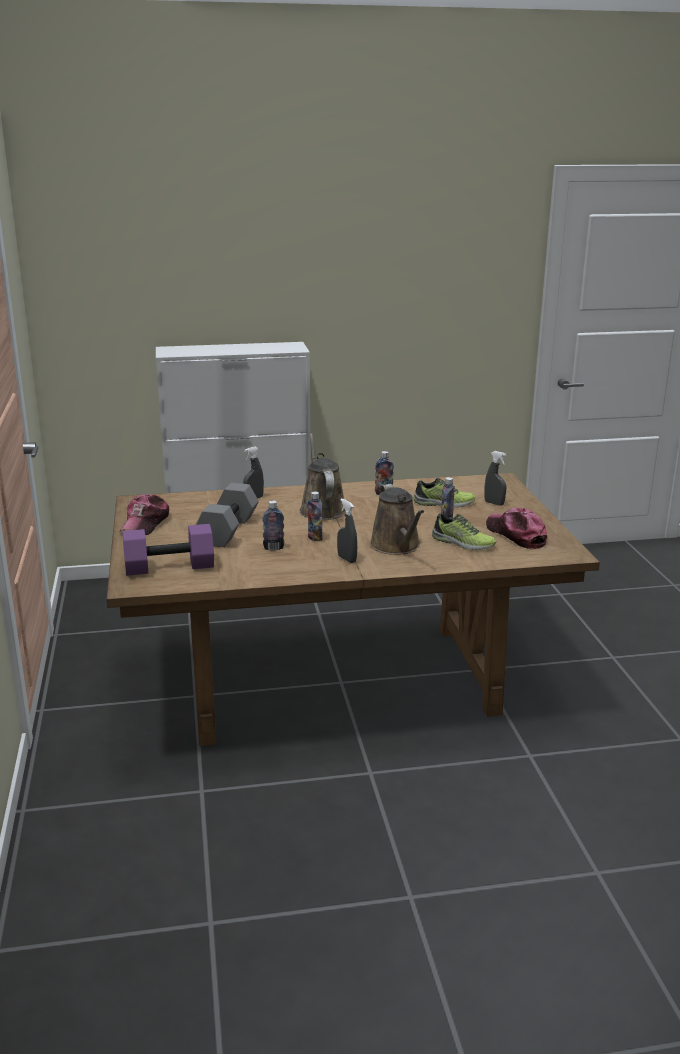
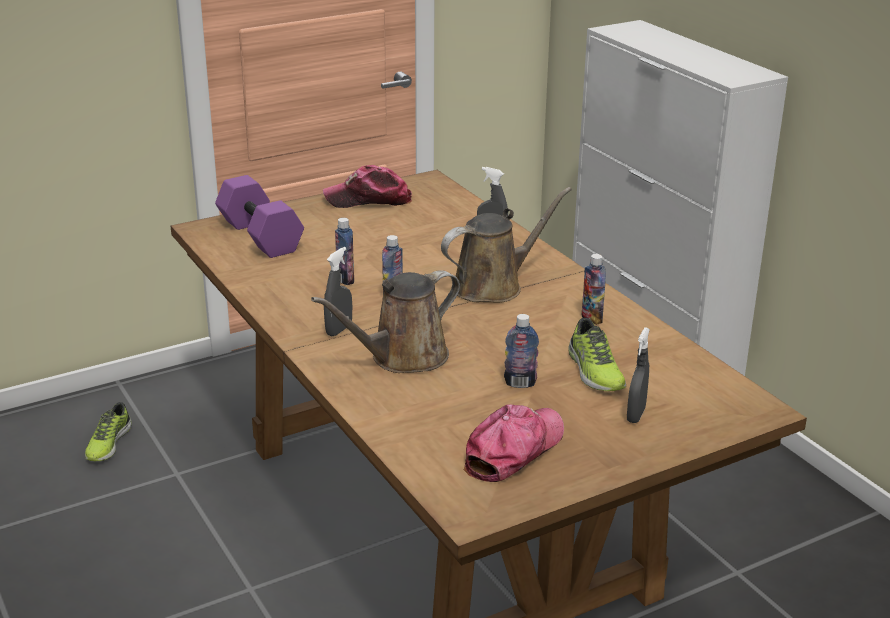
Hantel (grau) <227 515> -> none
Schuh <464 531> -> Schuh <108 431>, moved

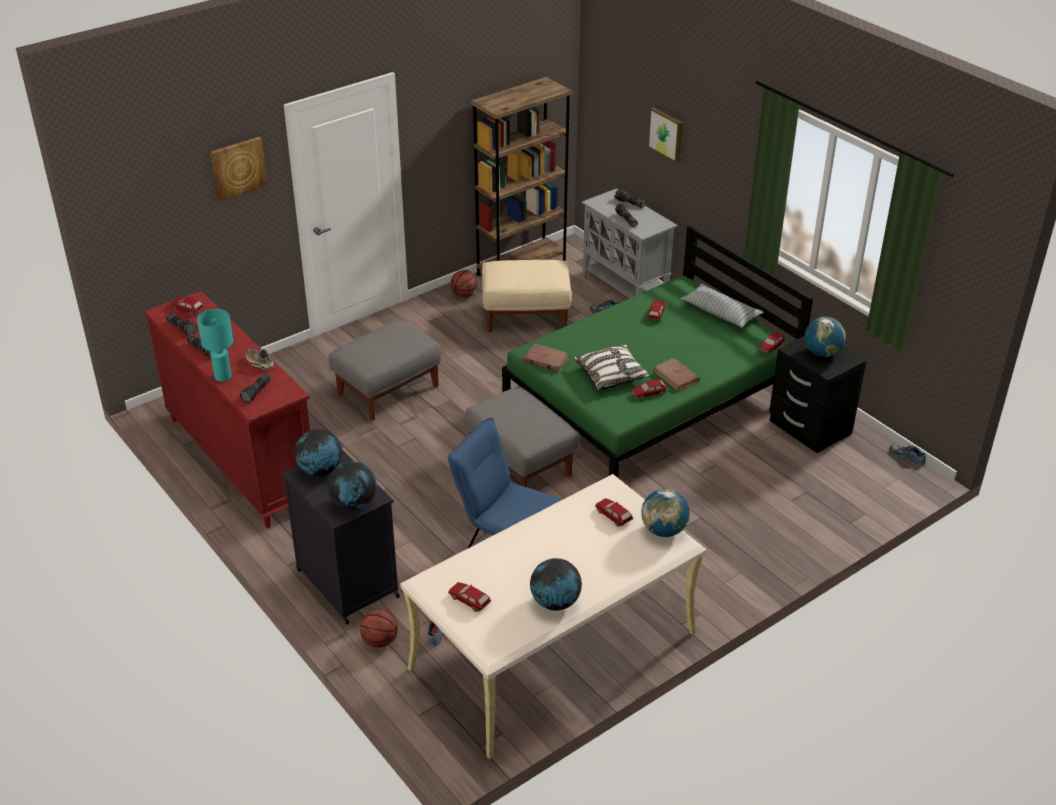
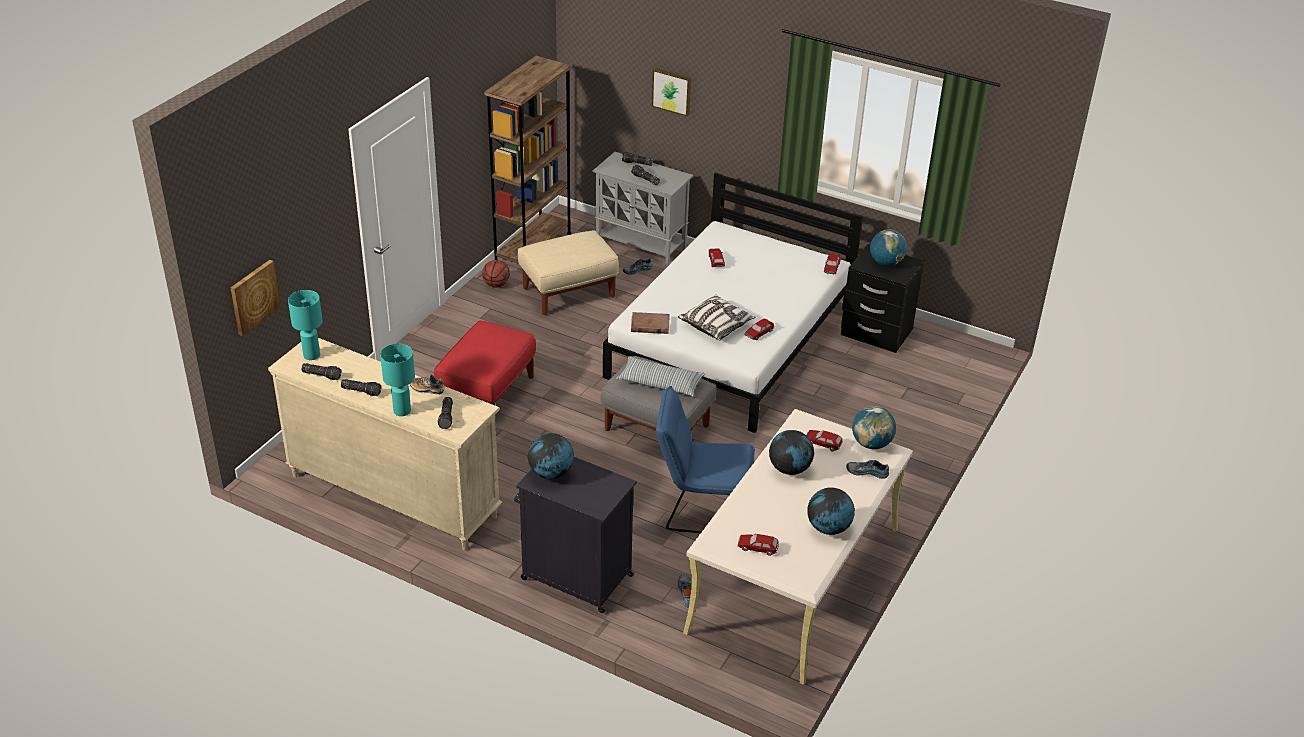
Bild <239 169> -> Bild <256 298>, moved
Bett (grün) <657 351> -> Bett (weiß) <733 302>
Kissen <722 306> -> Kissen <660 376>, moved
Kommode (rot) <227 409> -> Kommode (beige) <385 444>
Spielzeugauto <187 306> -> Tischlampe (türkis) <305 325>
Polsterhocker (grau) <385 369> -> Polsterhocker (rot) <485 372>
Buch (braun) <676 374> -> none
Schuh <907 454> -> Schuh <868 469>, moved
Globus <352 486> -> Globus <791 452>, moved
Basketball <379 629> -> none

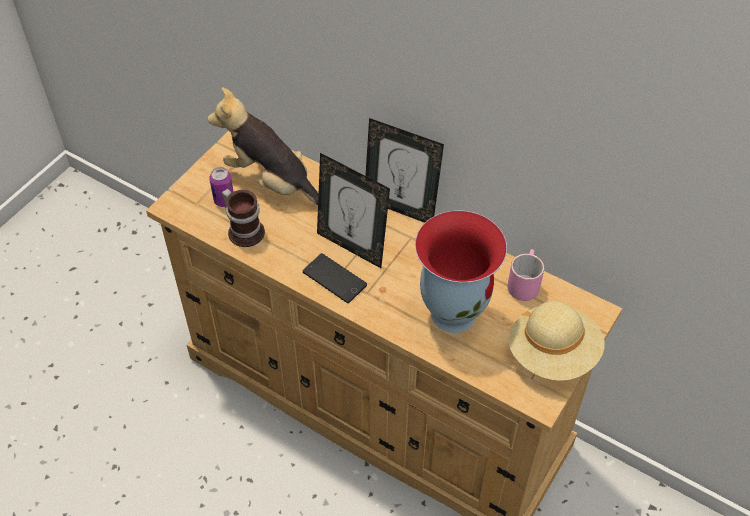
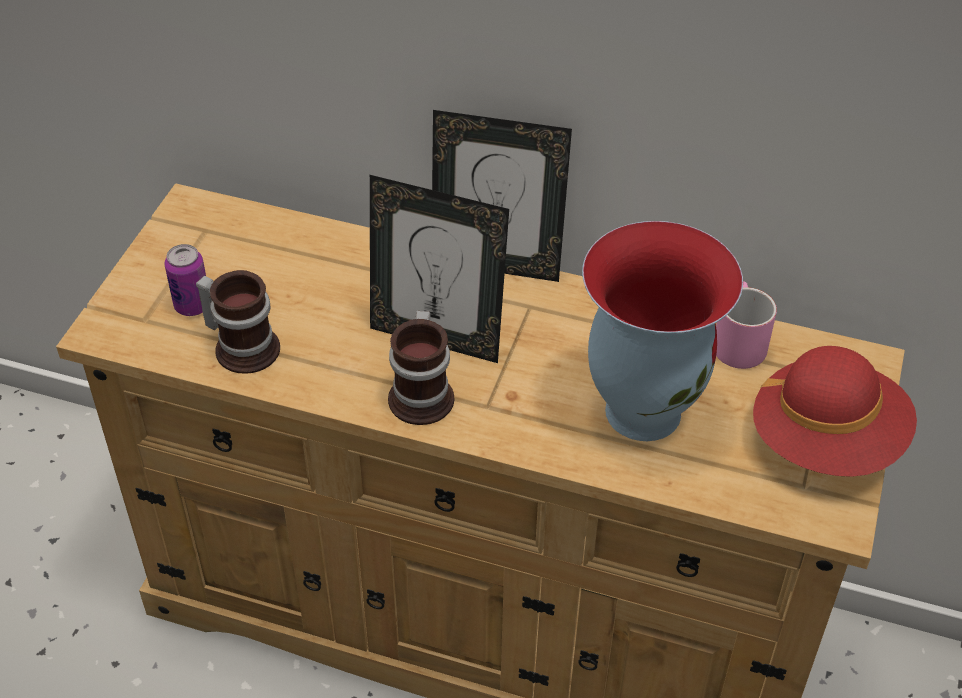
Plüschtier <262 146> -> none
Handy <335 278> -> Henkelbecher <421 368>
Hut (beige) <556 341> -> Hut (rot) <835 411>

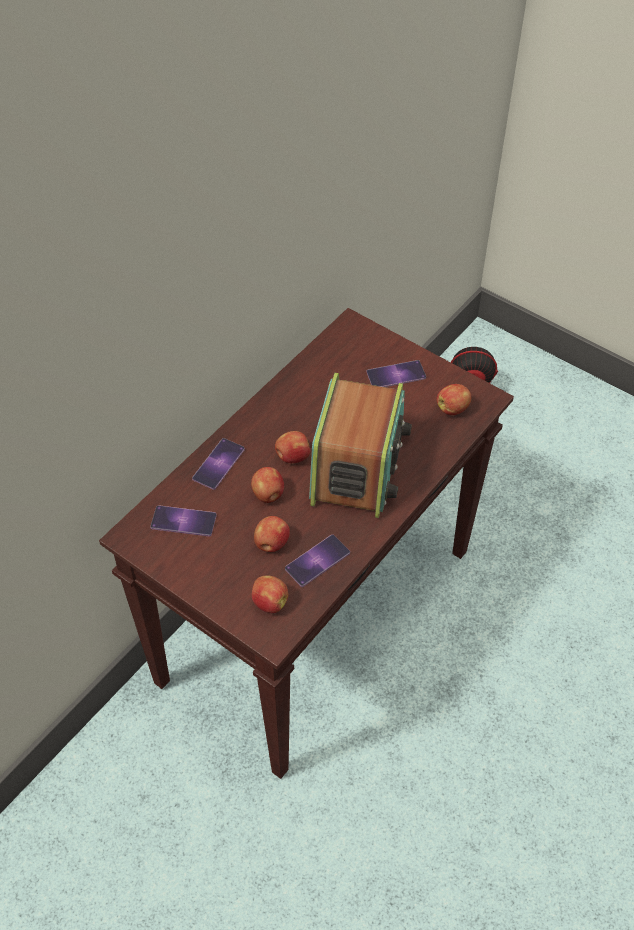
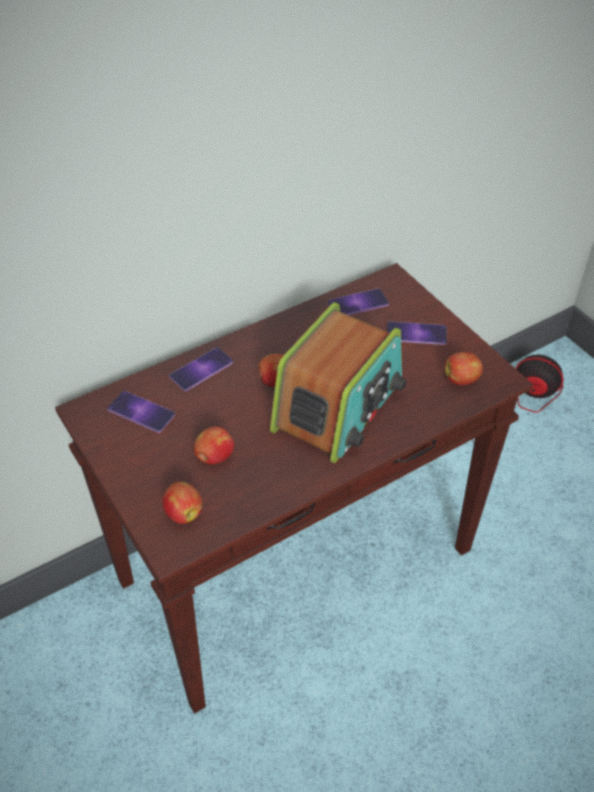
Apfel <267 485> -> none
Handy <317 561> -> Handy <358 301>, moved

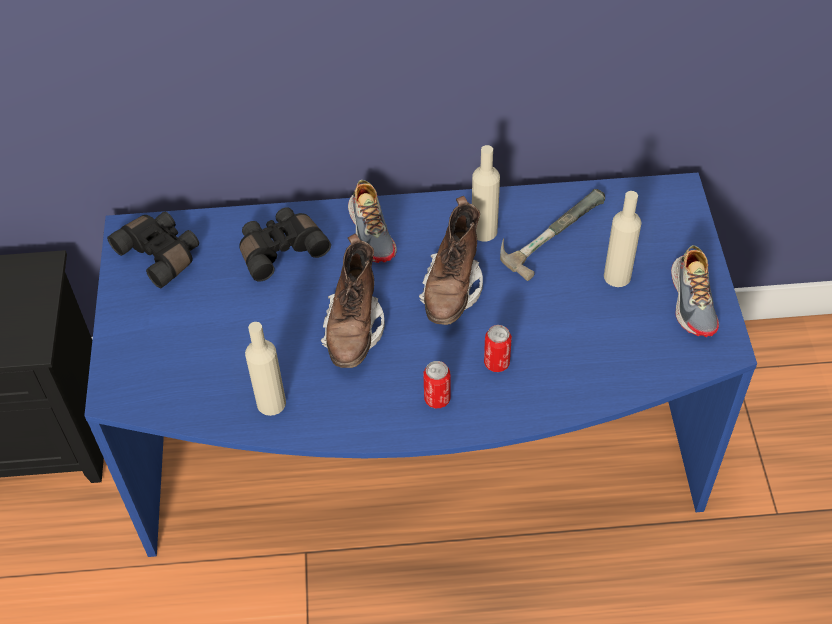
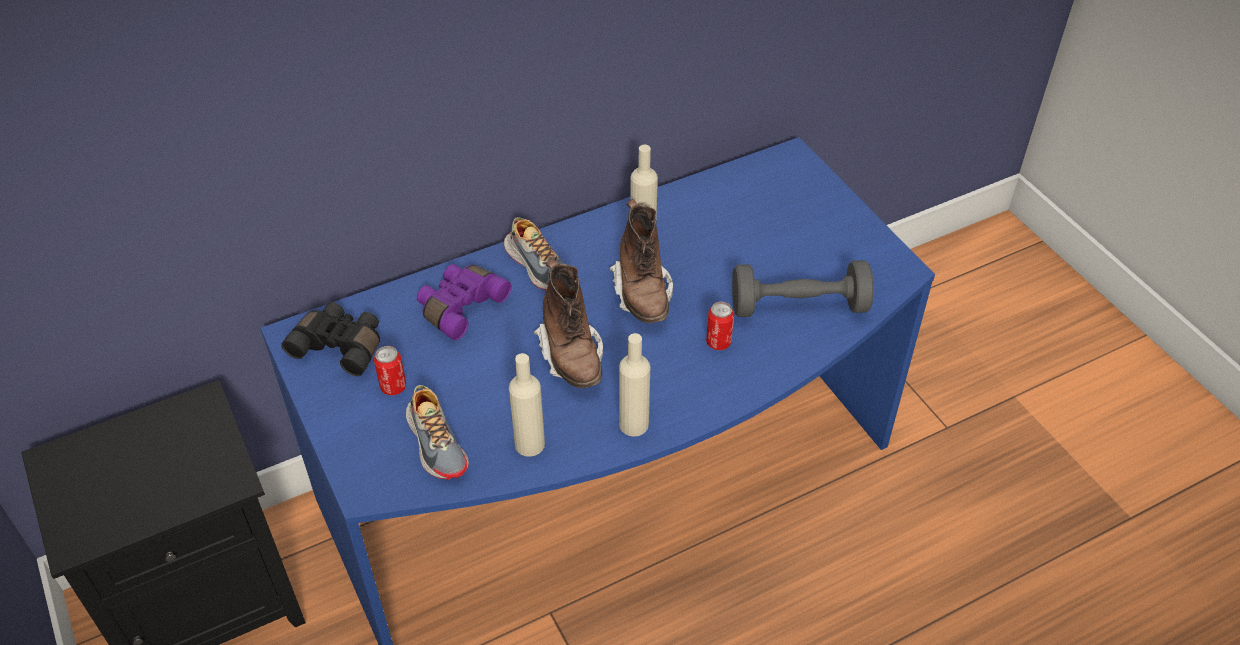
Hammer <552 235> -> none
Flasche (beige) <623 239> -> Flasche (beige) <634 385>, moved
Fernglas (schwarz) <285 244> -> Fernglas (lila) <464 302>
Schuh <695 291> -> Schuh <437 432>, moved
Dose <436 384> -> Dose <390 370>, moved
none -> Hantel (grau) <803 288>

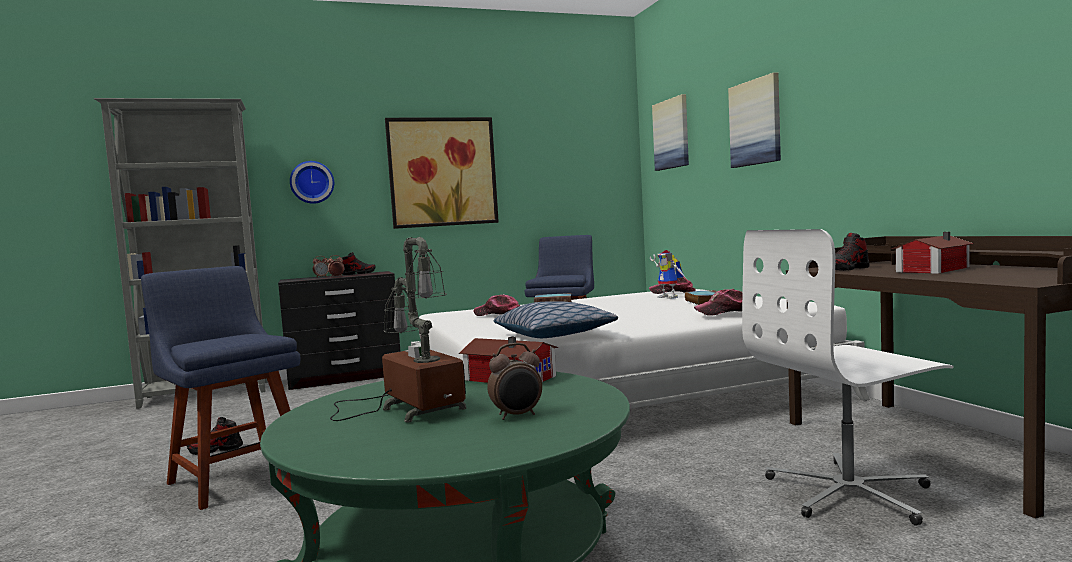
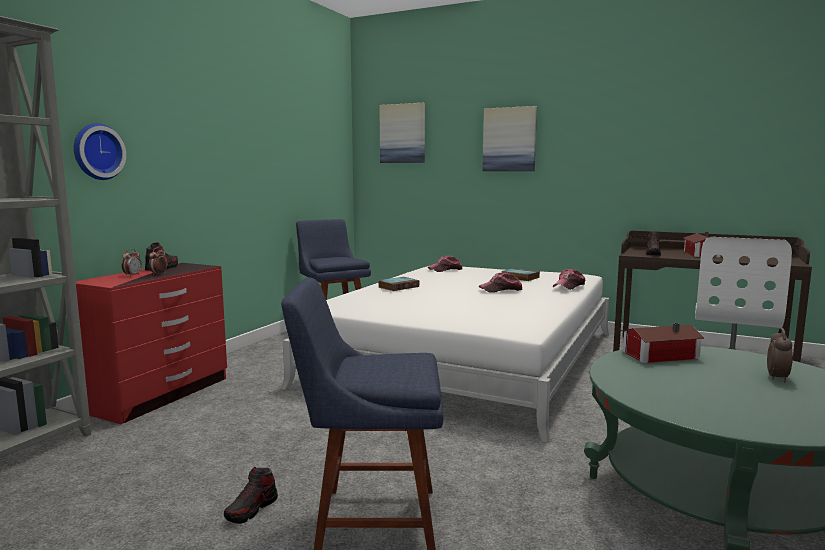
Bild <442 173> -> none
Tischlampe <398 330> -> none
Spielzeugroboter <668 274> -> none
Kommode (schwarz) <339 330> -> Kommode (rot) <151 343>
Kappe <497 305> -> Kappe <501 282>, moved
Kissen <556 319> -> none

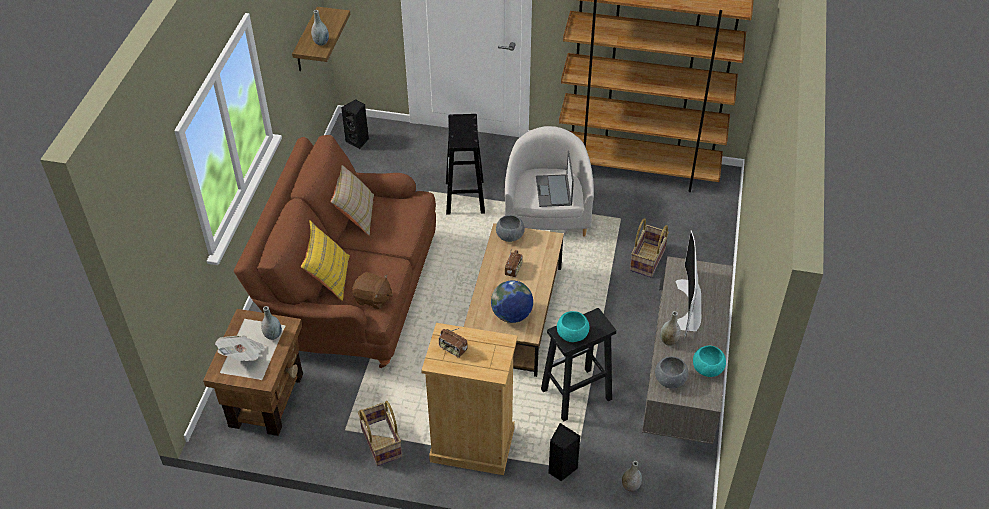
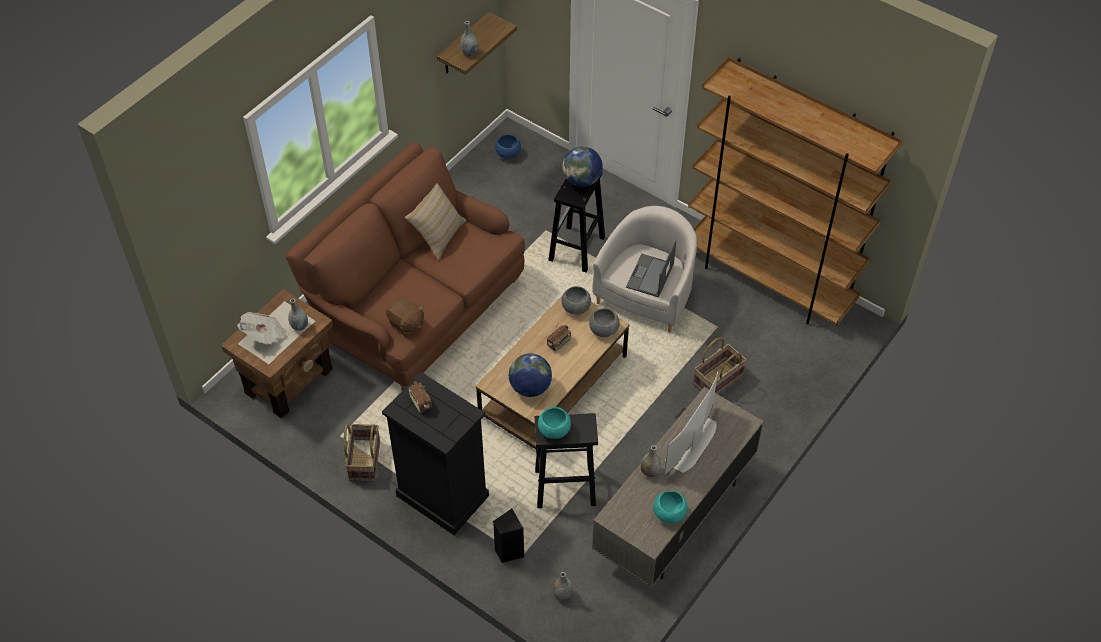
Lautsprecher (schwarz) <355 124> -> Schüssel (blau) <508 146>
Kissen (gelb) <325 261> -> none
Kommode (beige) <469 399> -> Kommode (schwarz) <435 453>
Schüssel (grau) <671 372> -> Schüssel (grau) <604 322>, moved
none -> Globus <582 166>

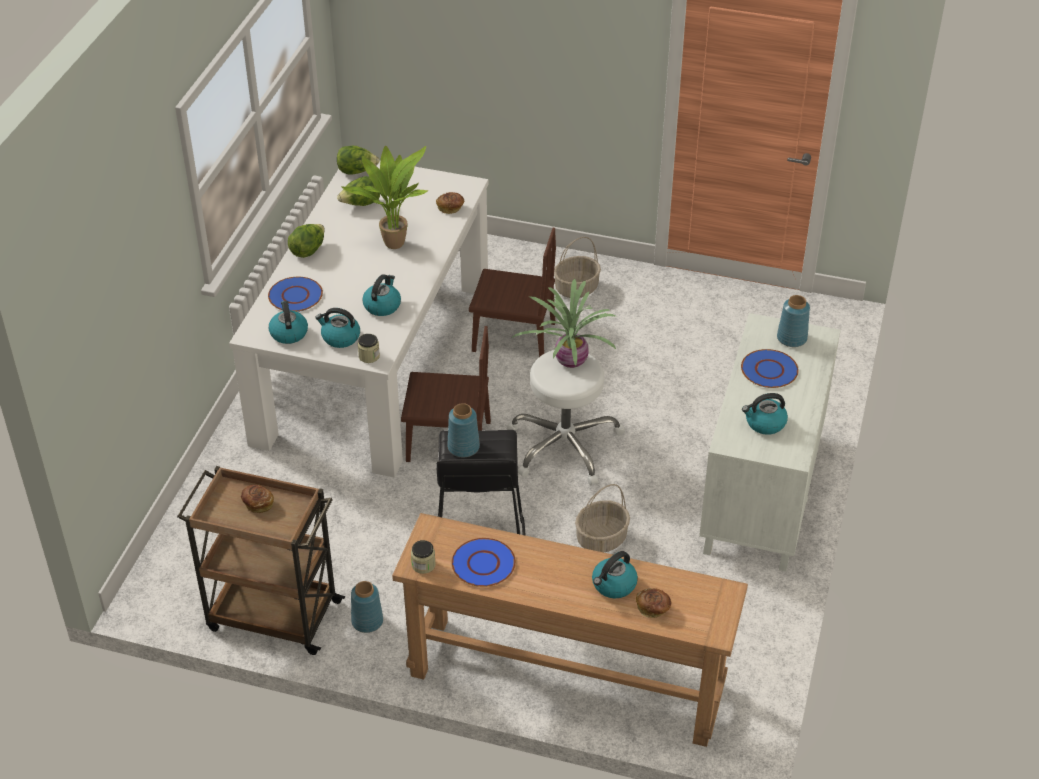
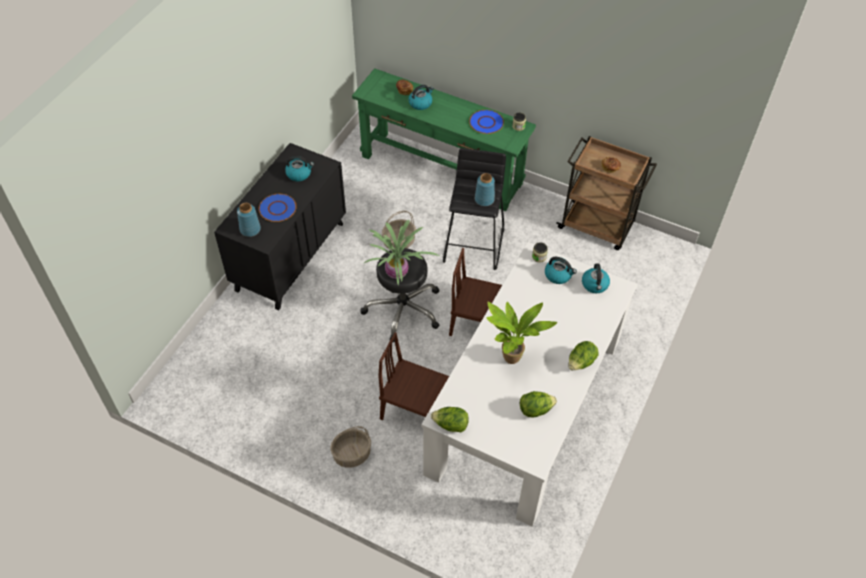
Salatkopf <358 160> -> Salatkopf <450 419>, moved
Brot <450 203> -> none
Wasserkessel <381 295> -> none
Teller (blau) <295 294> -> none
Kommode (weiß) <770 442> -> Kommode (schwarz) <280 226>
Hocker (weiß) <566 417> -> Hocker (schwarz) <400 295>
Konsolentisch (braun) <570 630> -> Konsolentisch (grün) <444 139>
Vase (blau) <367 607> -> none

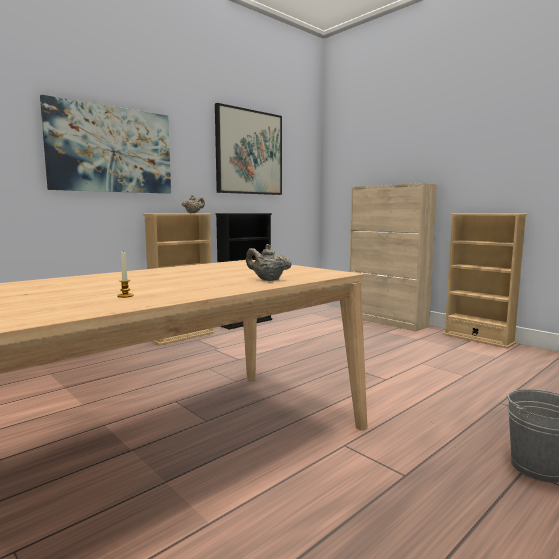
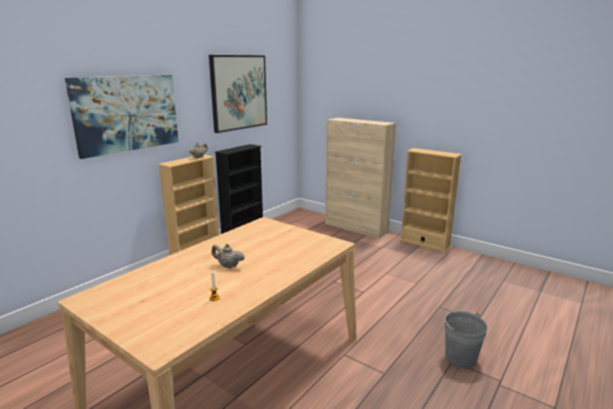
Teekanne (beige) <269 262> -> Teekanne (beige) <228 255>, moved

